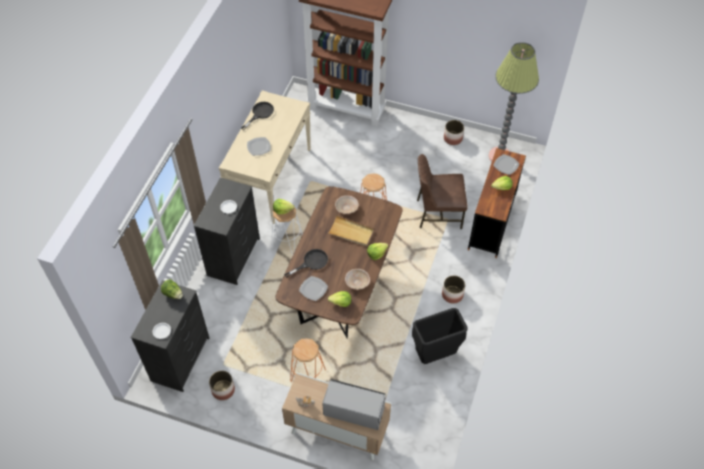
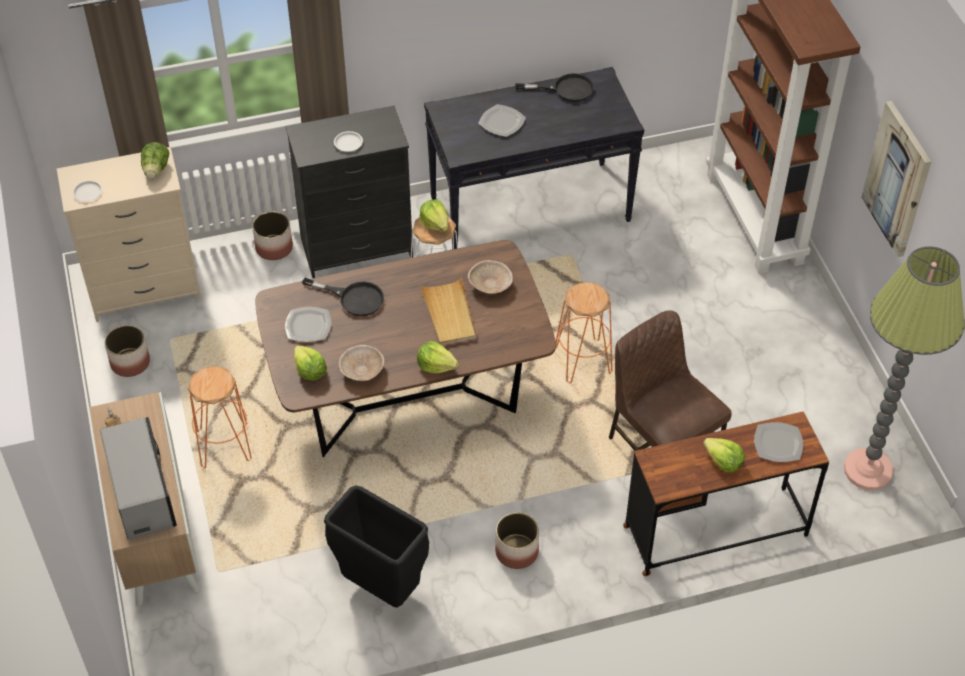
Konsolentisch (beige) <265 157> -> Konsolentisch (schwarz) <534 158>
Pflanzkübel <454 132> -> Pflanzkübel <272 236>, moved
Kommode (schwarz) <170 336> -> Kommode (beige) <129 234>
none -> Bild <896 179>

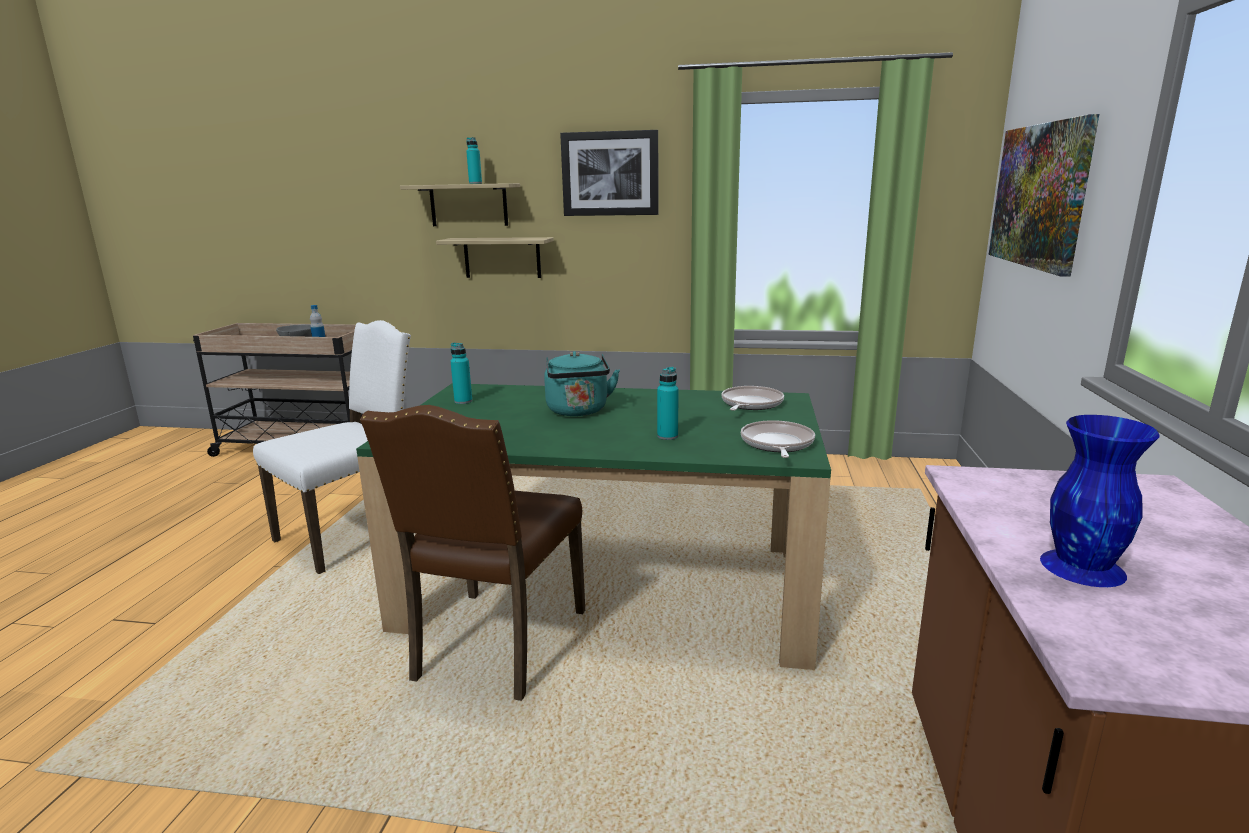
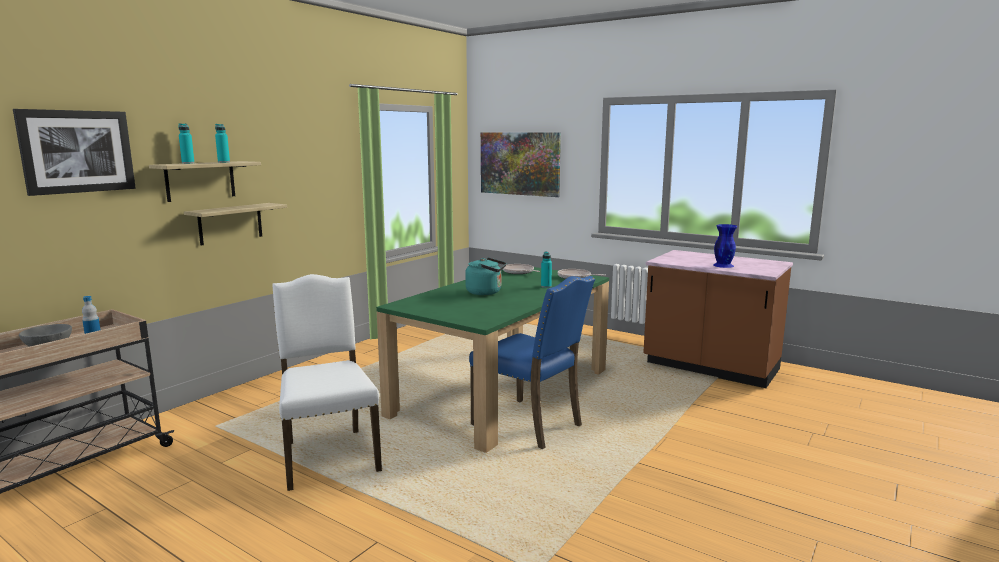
Bild <609 173> -> Bild <74 152>, moved
Flasche (türkis) <461 373> -> Flasche (türkis) <187 143>, moved
Stuhl (braun) <472 553> -> Stuhl (blau) <532 362>

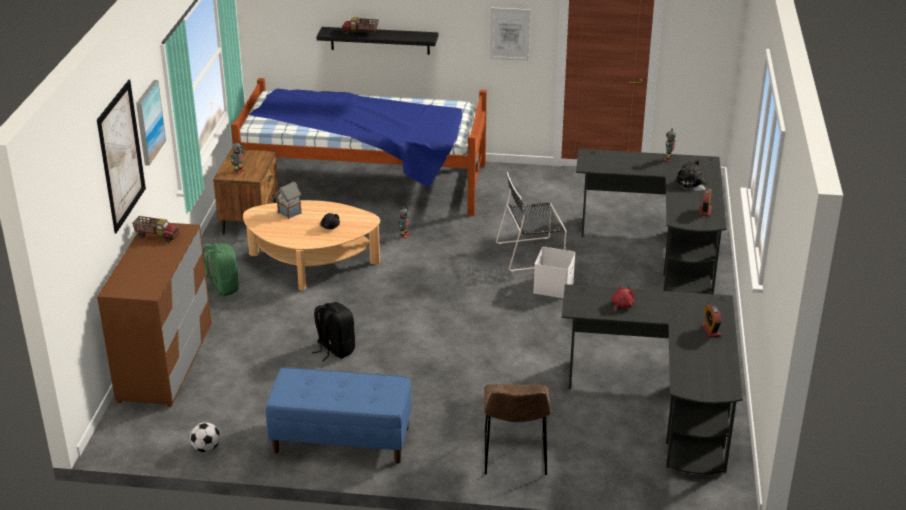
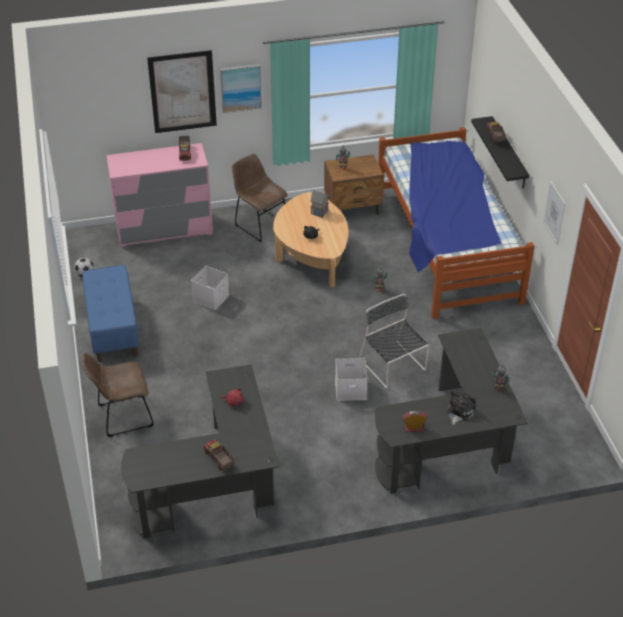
Kommode (braun) <154 314> -> Kommode (rosa) <159 195>
Rucksack (grün) <220 269> -> Stuhl (braun) <260 198>
Rucksack (schwarz) <333 331> -> Aufbewahrungsbox (weiß) <210 287>
Wecker <711 321> -> Spielzeuglaster <219 455>

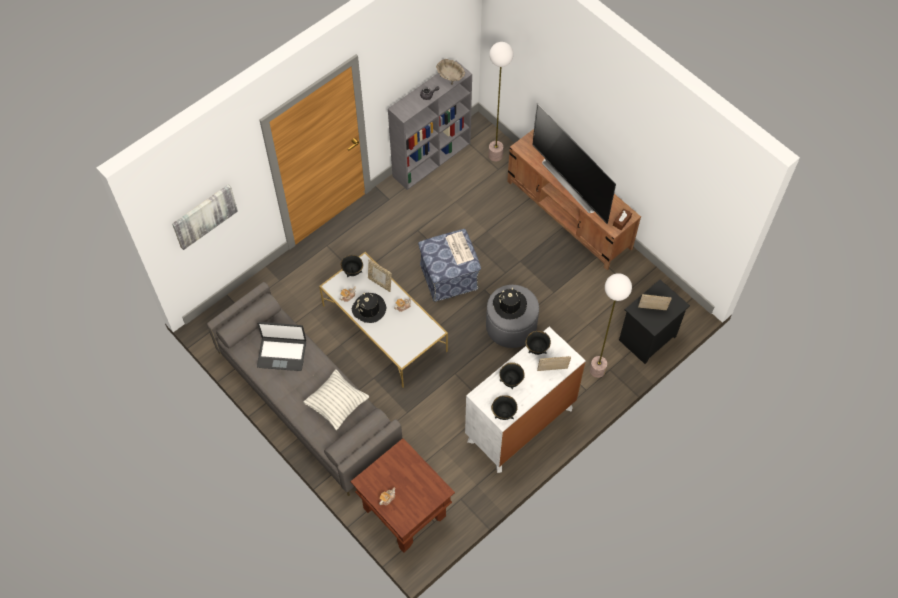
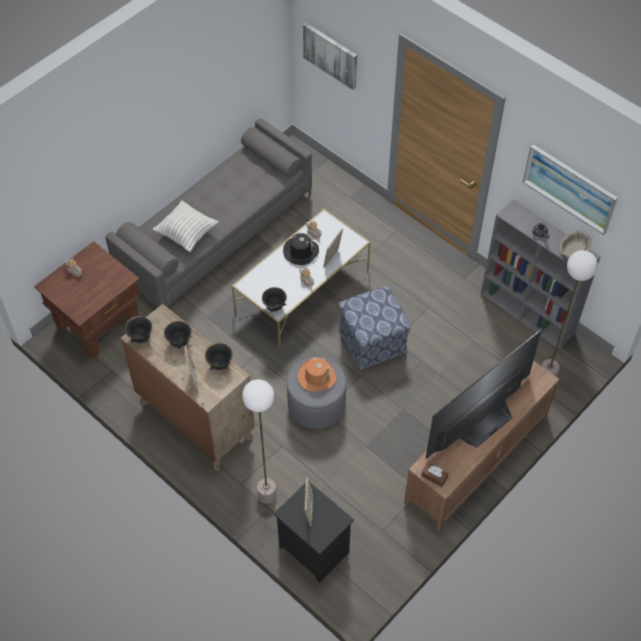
Zeitung <459 248> -> none
Schüssel (schwarz) <352 266> -> Schüssel (schwarz) <274 300>, moved
Hut (schwarz) <510 303> -> Hut (orange) <317 374>
Laptop <281 346> -> none
Kommode (weiß) <525 400> -> Kommode (braun) <188 387>
none -> Bild <570 189>

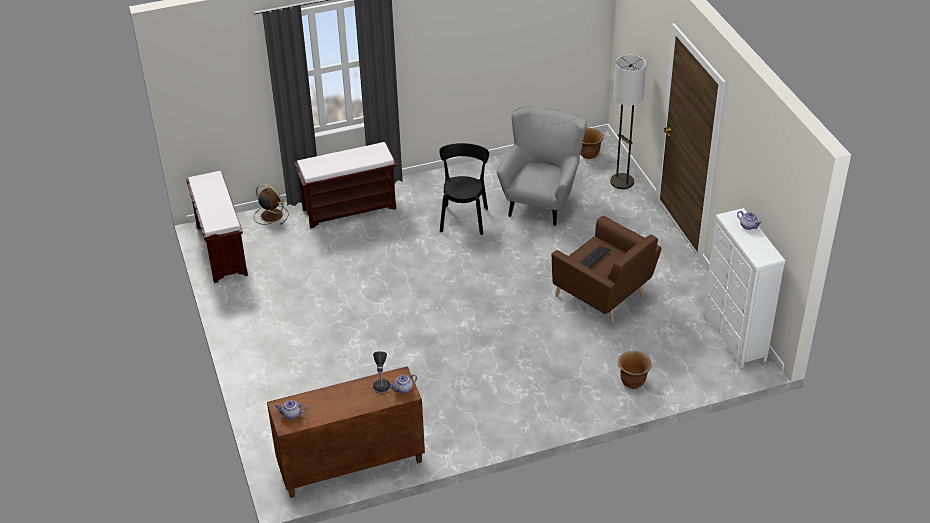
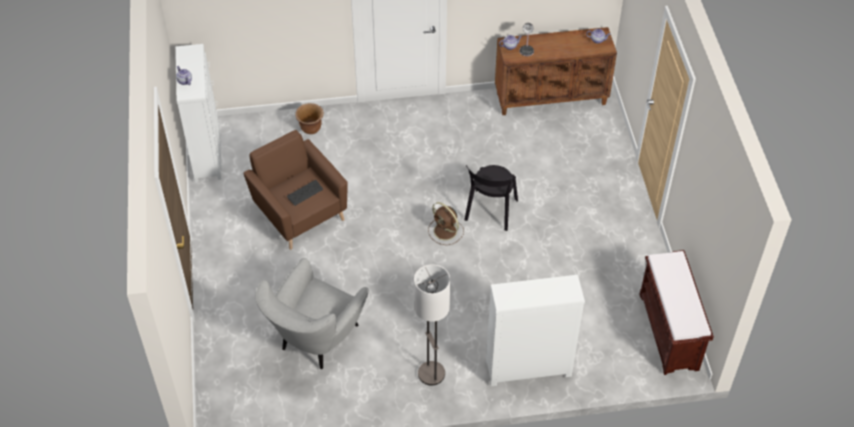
Stehlampe <628 122> -> Stehlampe <432 325>, moved
Pflanzkübel (braun) <592 143> -> none
Bank (braun) <345 185> -> Kommode (weiß) <535 330>
Stuhl (schwarz) <464 189> -> Stuhl (schwarz) <491 198>, moved
Ventilator (braun) <271 204> -> Ventilator (braun) <446 223>, moved

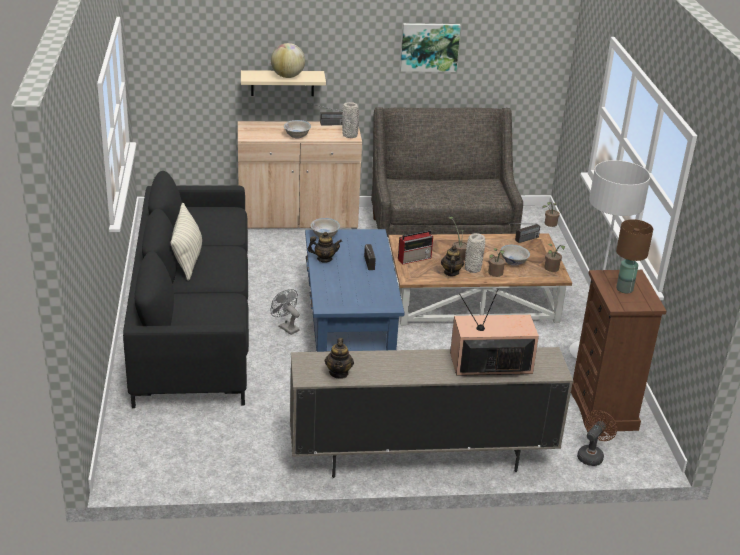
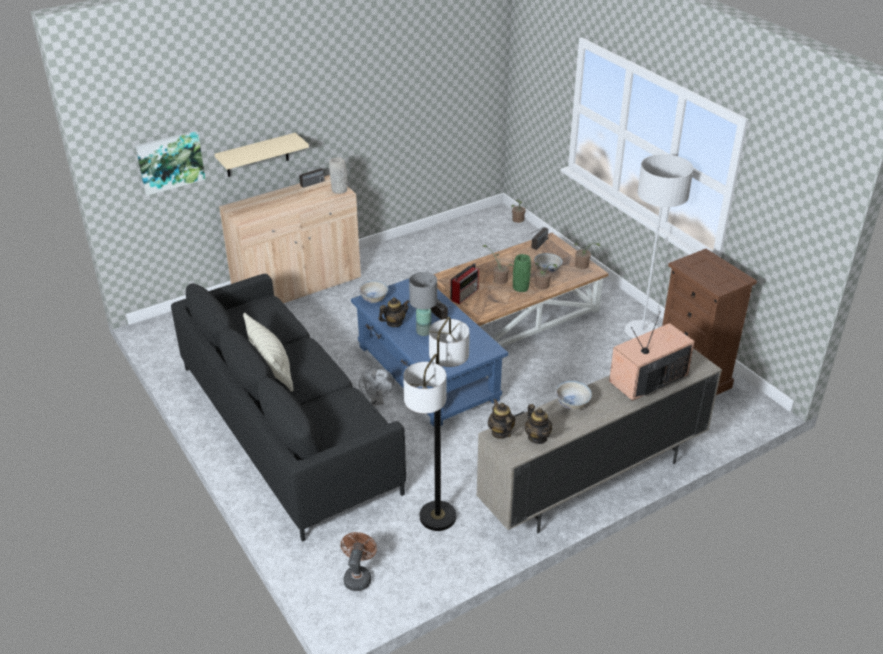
Bild <430 47> -> Bild <170 163>, moved
Globus <288 60> -> none
Sofa (grau) <447 172> -> none
Schüssel (weiß) <297 129> -> Schüssel (weiß) <573 395>, moved
Tischlampe (braun) <634 256> -> none
Vase (grau) <475 253> -> Vase (grün) <522 273>
Teekanne <452 260> -> Teekanne <501 419>, moved
Ventilator (grau) <285 312> -> Ventilator (grau) <376 386>, 120 degrees counterclockwise
Ventilator (braun) <597 438> -> Ventilator (braun) <359 561>, moved
none -> Tischlampe (grau) <423 304>
none -> Stehlampe <436 424>

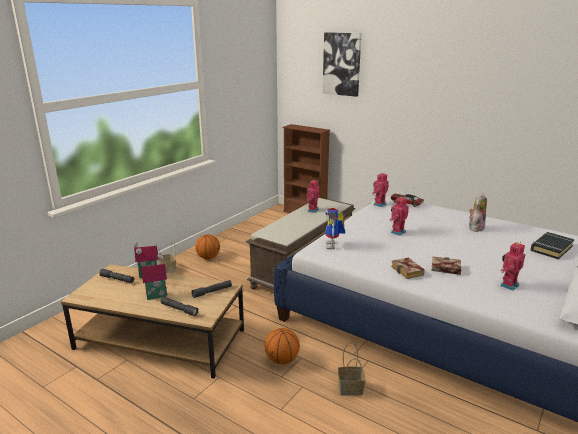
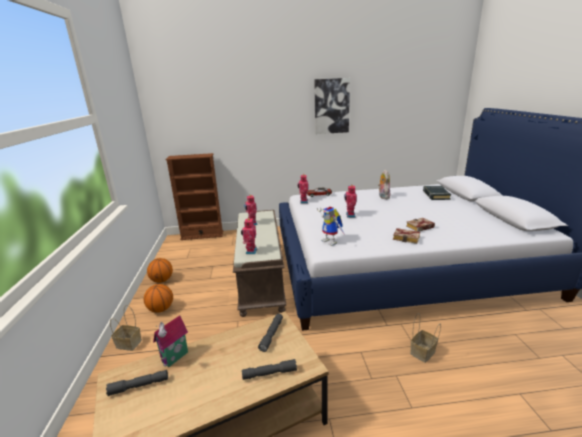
Bild <342 64> -> Bild <332 106>, moved
Spielzeugroboter <513 266> -> Spielzeugroboter <249 235>, moved
Spielzeughaus <154 276> -> none
Basketball <282 346> -> Basketball <160 270>, moved

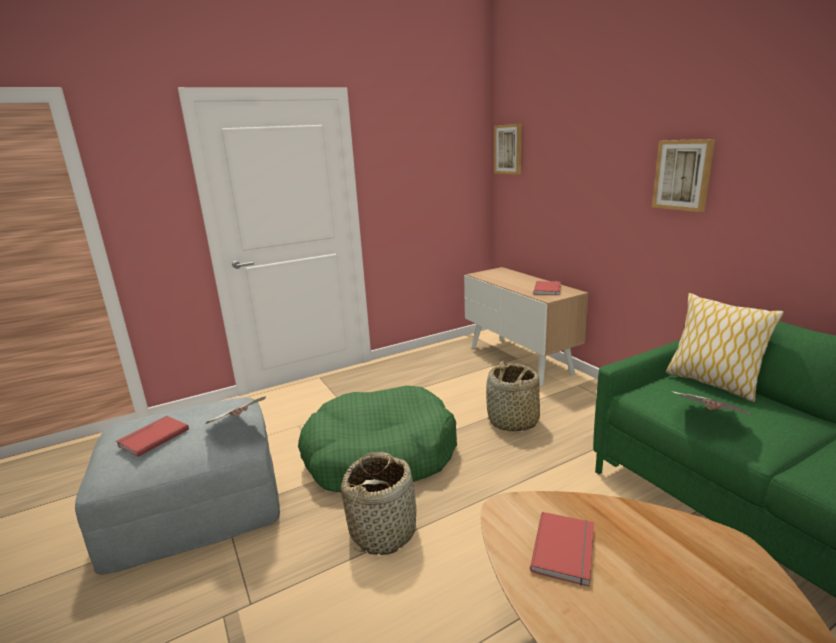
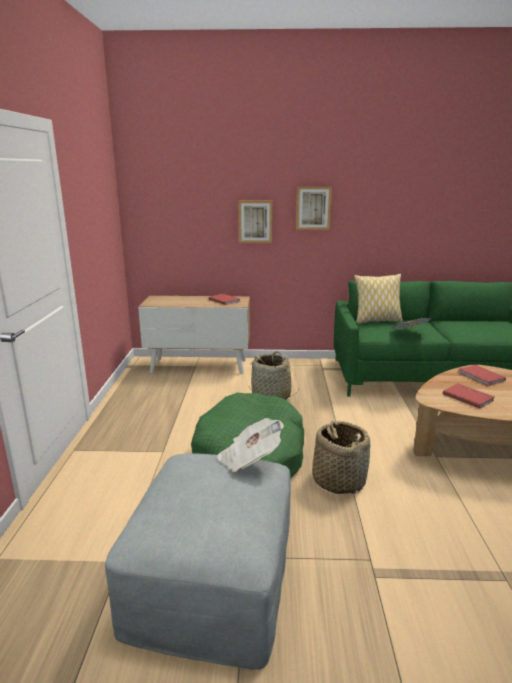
Bild <508 149> -> Bild <255 222>, moved
Buch (rot) <152 436> -> Buch (rot) <482 375>, moved

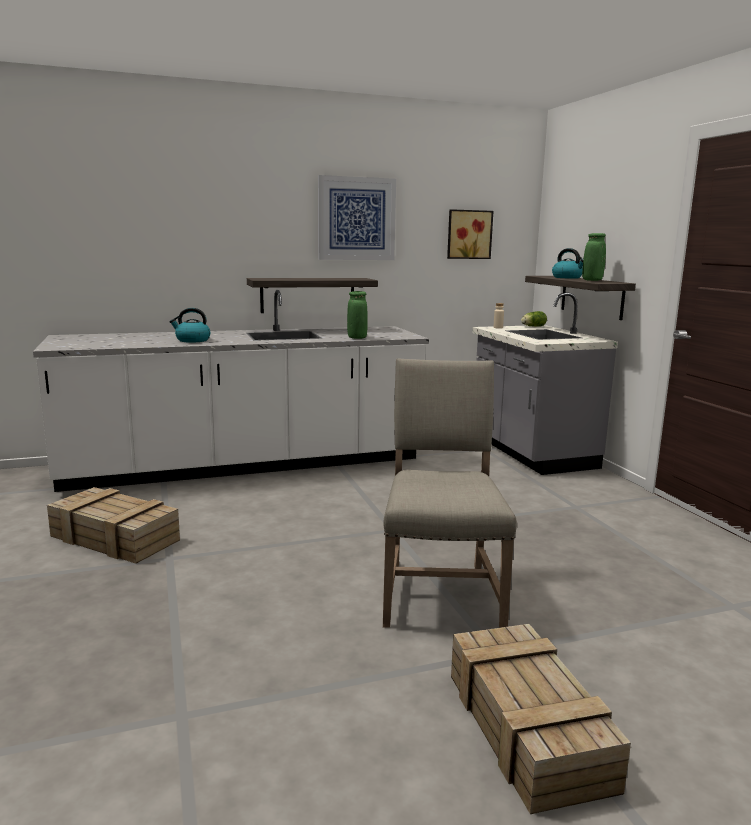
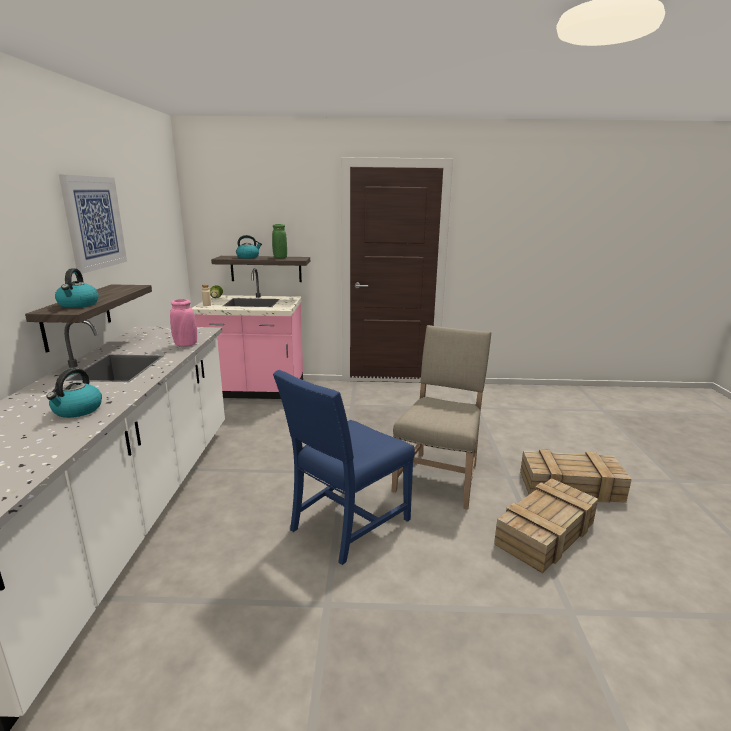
Bild <470 234> -> none
Vase (grün) <357 315> -> Vase (rosa) <183 323>
Küchenzeile (grau) <545 384> -> Küchenzeile (rosa) <247 333>
Stuhl (beige) <450 493> -> Stuhl (beige) <441 417>, 90 degrees clockwise
Kiste <113 525> -> Kiste <546 525>, moved
none -> Wasserkessel <77 288>
none -> Stuhl (blau) <344 467>

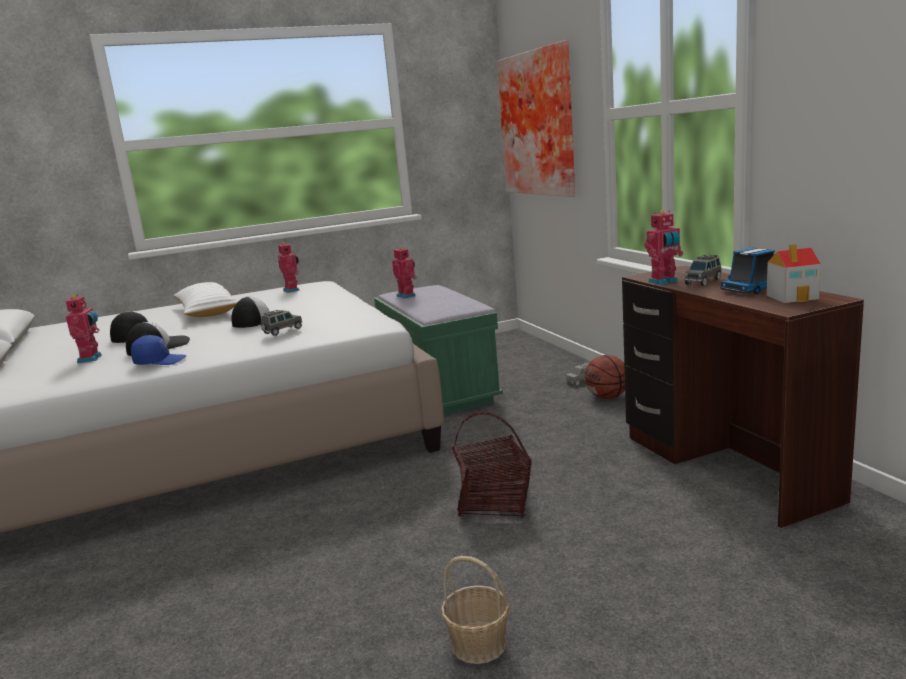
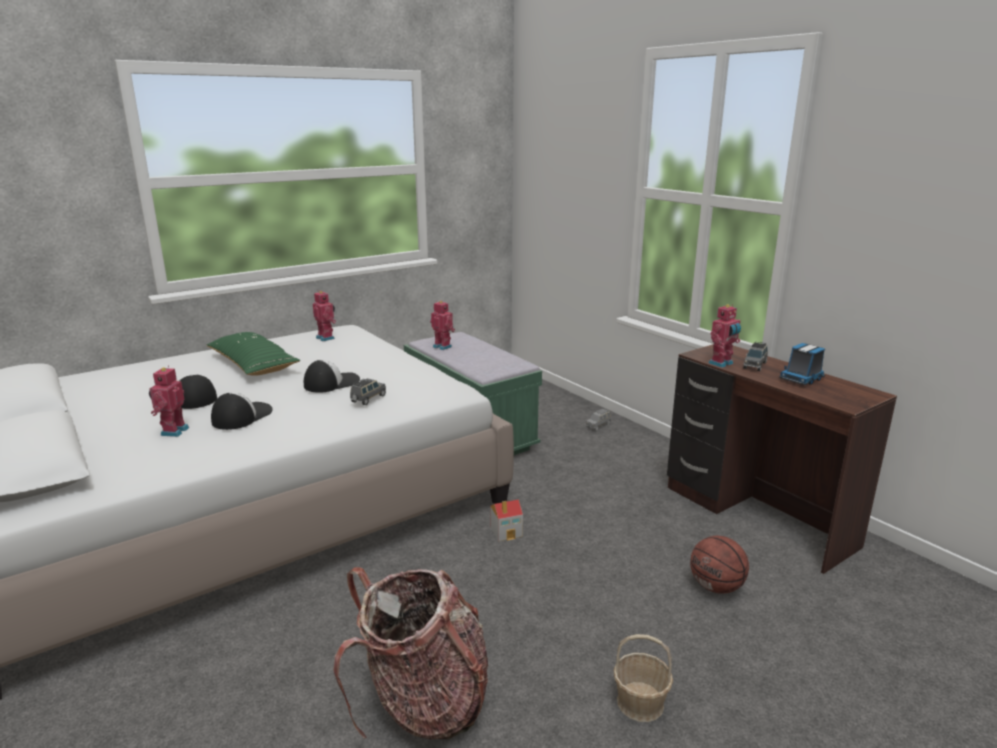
Bild <536 118> -> none
Spielzeughaus <793 273> -> Spielzeughaus <506 520>, moved
Kissen (weiß) <205 299> -> Kissen (grün) <253 354>
Spielzeugroboter <83 328> -> Spielzeugroboter <169 401>, 150 degrees counterclockwise
Kappe (blau) <159 350> -> none
Basketball <604 377> -> Basketball <719 565>, moved
Korb <492 465> -> none
none -> Rucksack <410 653>

